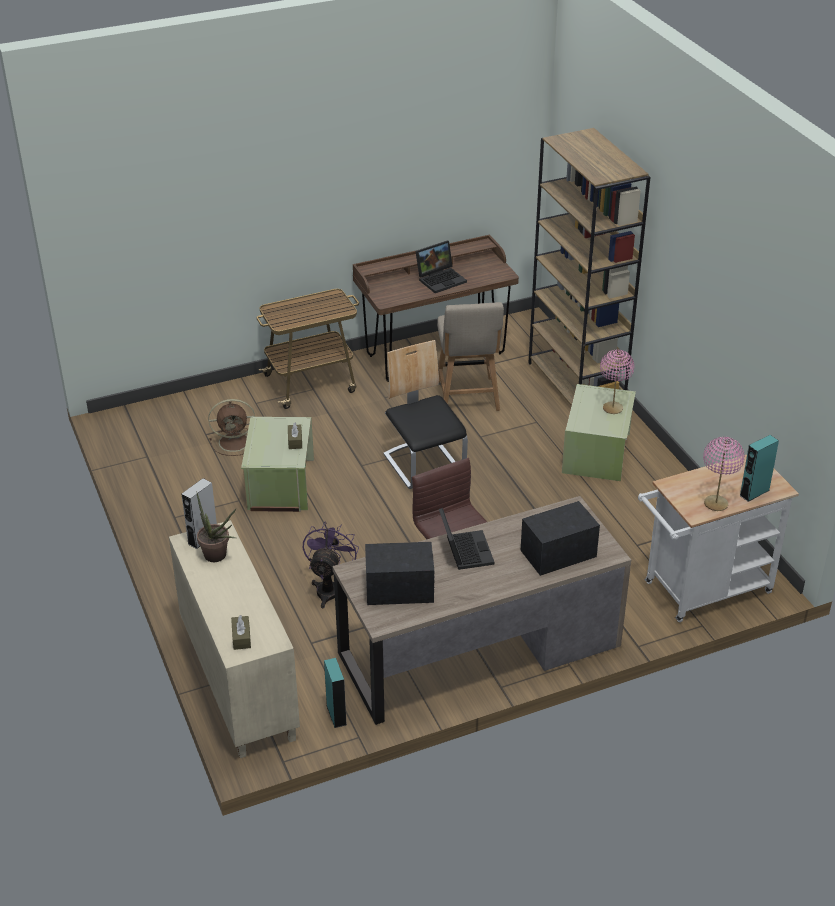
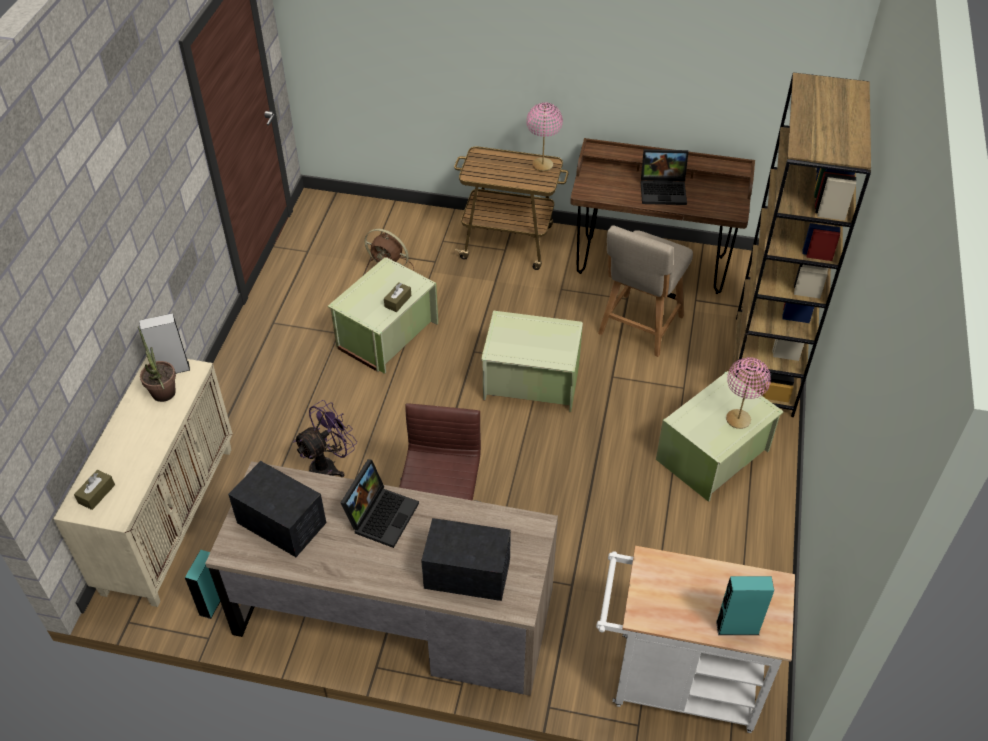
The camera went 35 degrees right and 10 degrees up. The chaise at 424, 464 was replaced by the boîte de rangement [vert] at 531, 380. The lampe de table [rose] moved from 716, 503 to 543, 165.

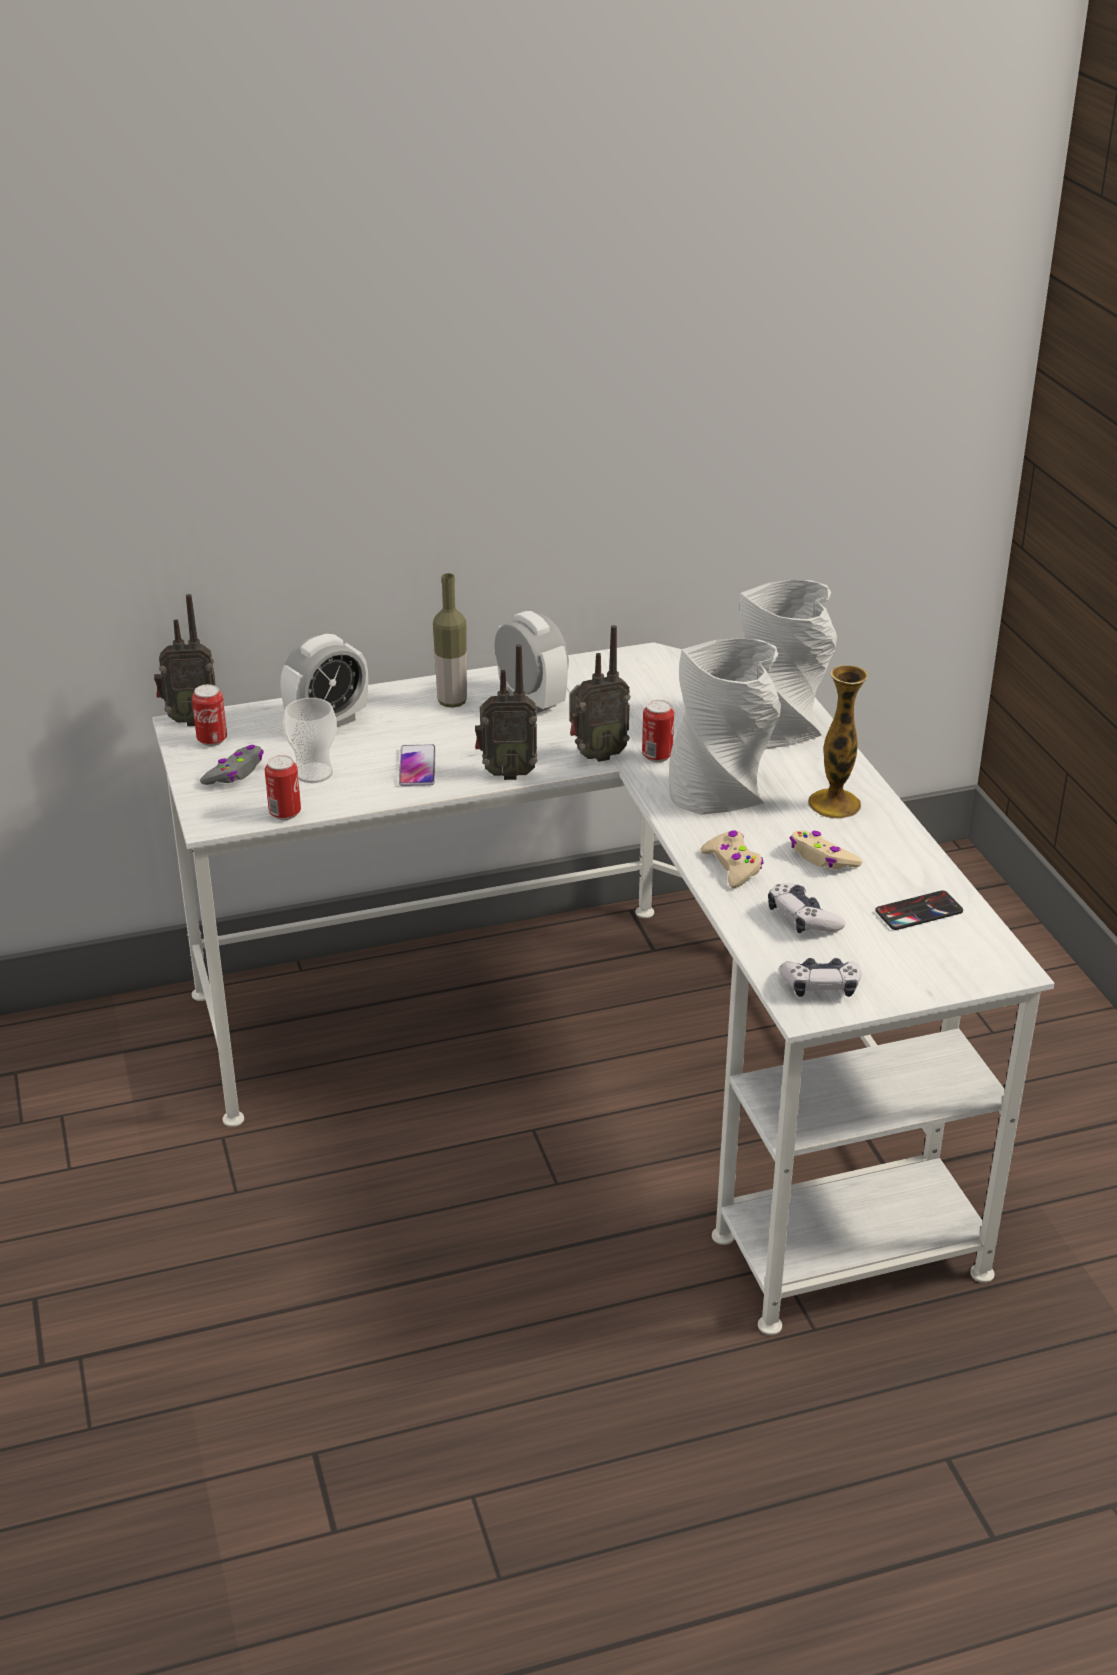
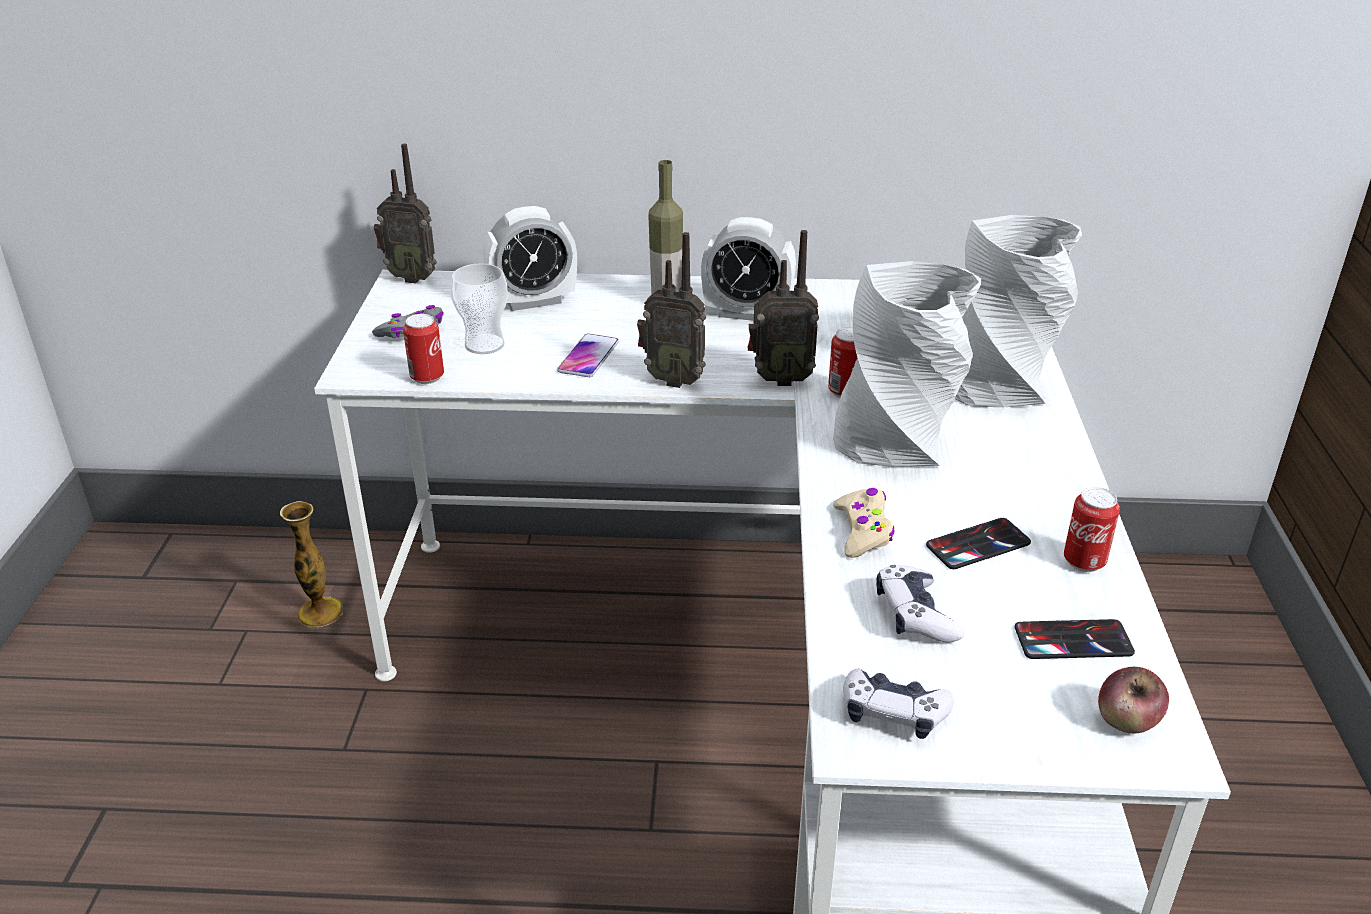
The camera went 20 degrees right and 0 degrees up. The réveil at 531, 699 turned 120 degrees clockwise. The vase moved from 834, 804 to 320, 612. The boîte métallique moved from 212, 740 to 1084, 562. The manette [beige] at 822, 858 was replaced by the téléphone at 978, 544. The pomme at 1127, 721 appeared.

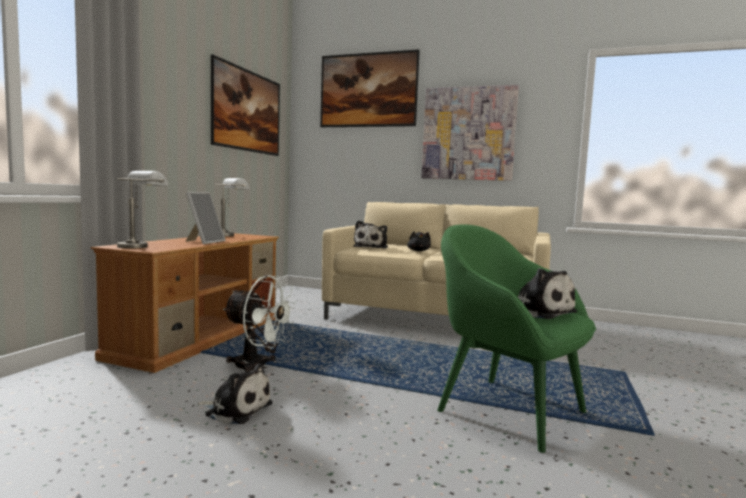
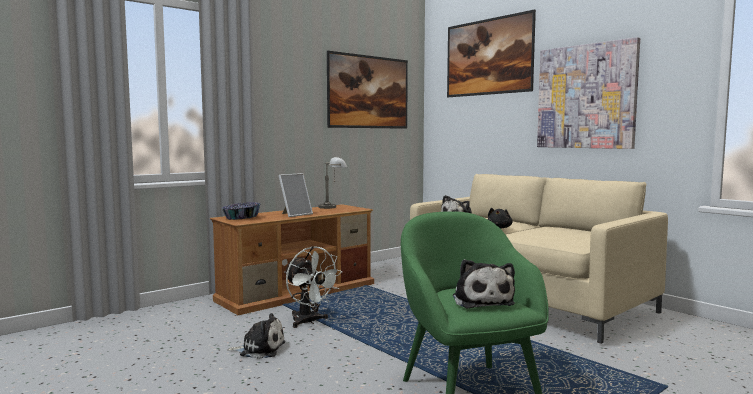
The camera went 30 degrees right and 0 degrees up. The lampe de table [gris] at 141, 246 was replaced by the bol at 241, 218. The peluche at 236, 409 turned 45 degrees counterclockwise.

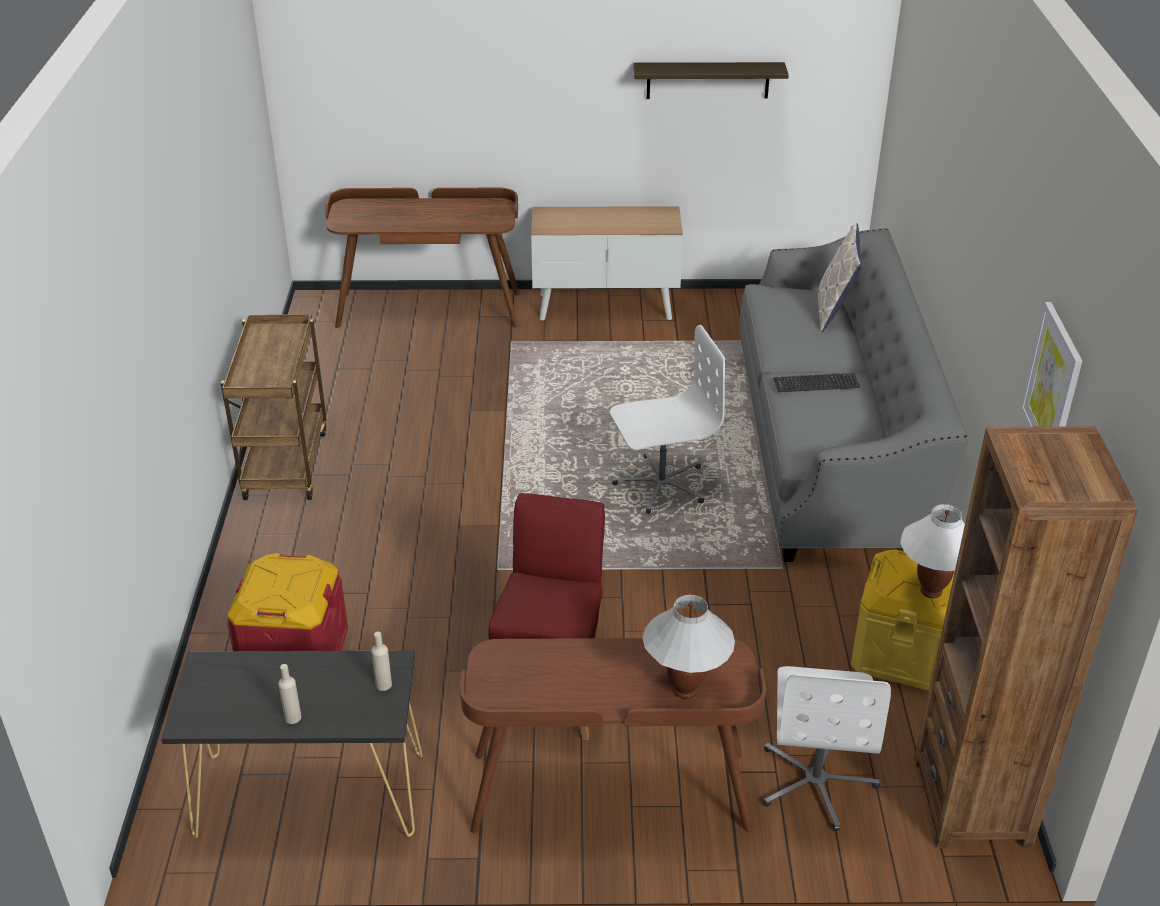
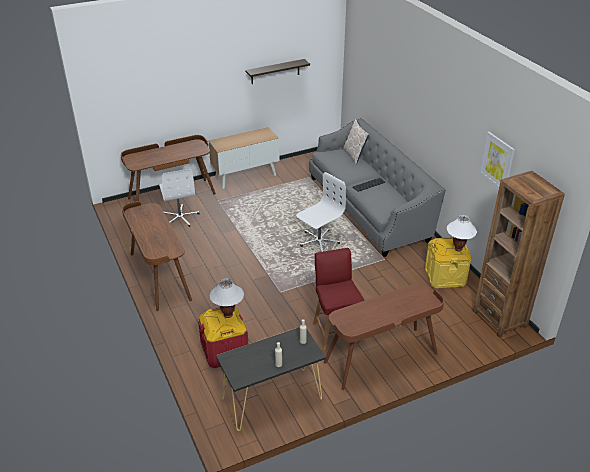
The camera went 25 degrees left and 0 degrees up. The chariot [marron] at 285, 463 was replaced by the bureau [marron] at 159, 276. The lampe de table [blanc] moved from 685, 690 to 228, 315. The chaise de bureau [blanc] moved from 816, 781 to 180, 217.

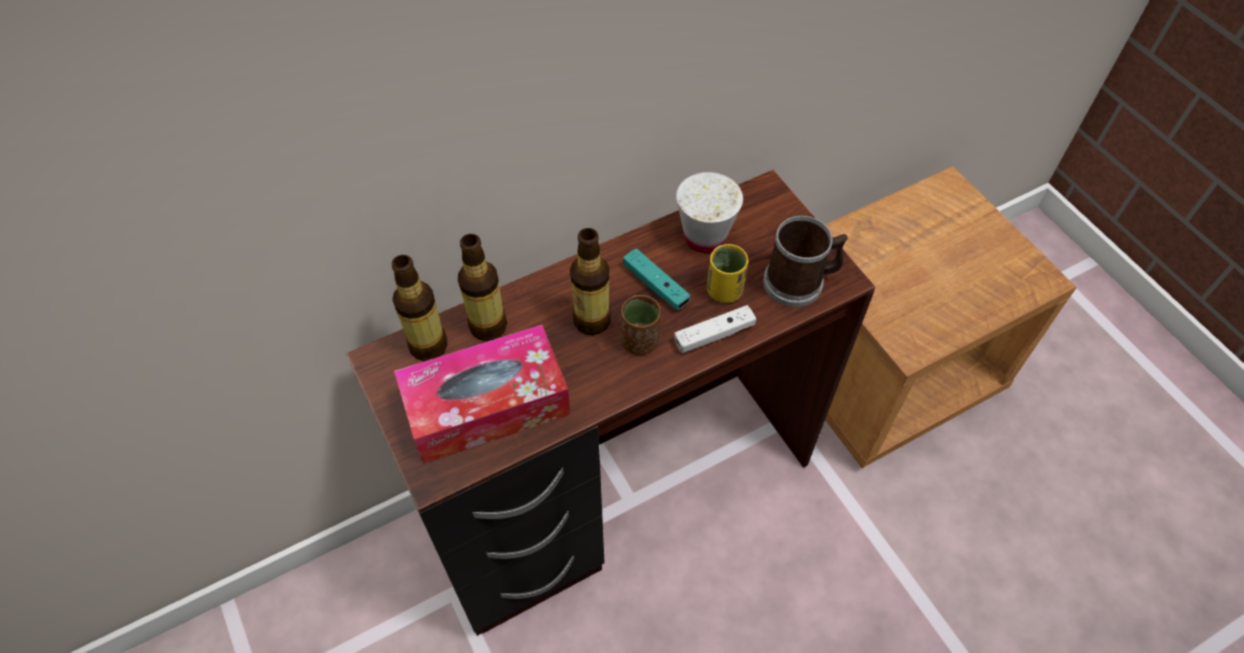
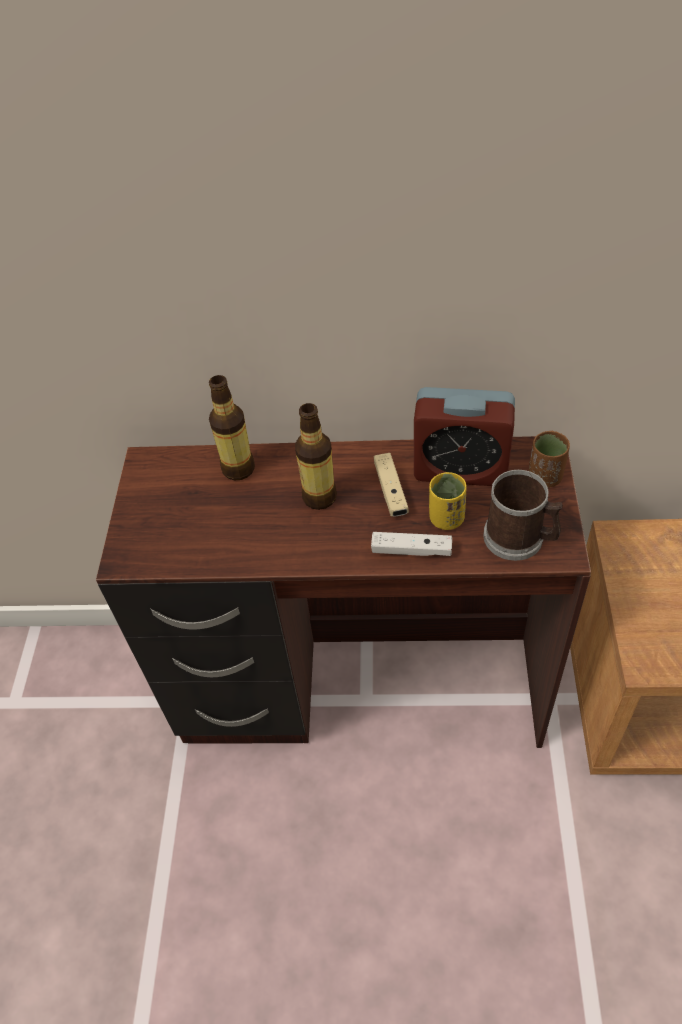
The camera went 35 degrees right and 5 degrees down. The tasse [blanc] at 704, 237 was replaced by the réveil at 460, 469. The manette [turquoise] at 655, 285 became the manette [beige] at 390, 491. The bouteille at 428, 346 disappeared. The tasse [marron] moved from 639, 341 to 545, 477. The boîte à mouchoirs at 486, 405 disappeared.

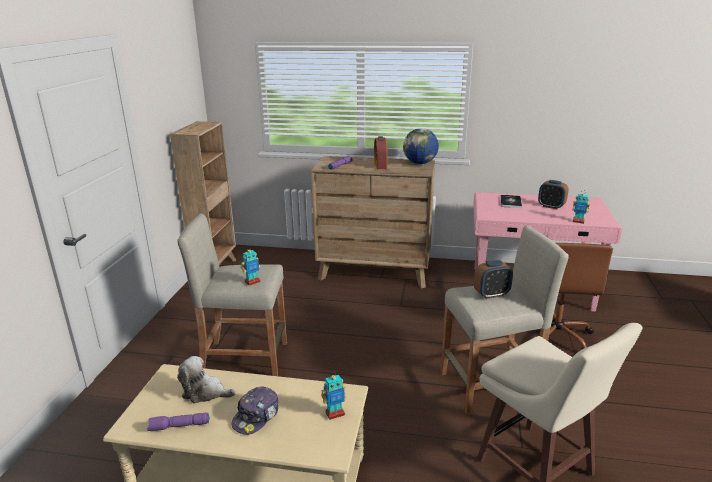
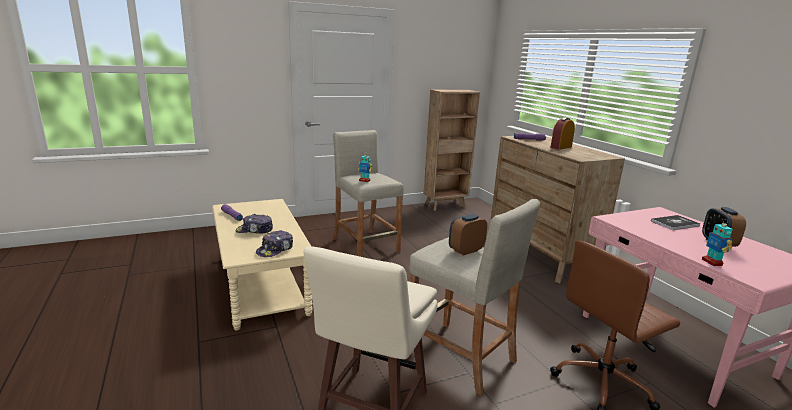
The camera went 55 degrees right and 5 degrees down. The globe at 420, 163 disappeared. The réveil at 491, 294 turned 105 degrees clockwise. The peluche at 205, 392 disappeared. The robot jouet at 334, 413 was replaced by the casquette at 275, 250.

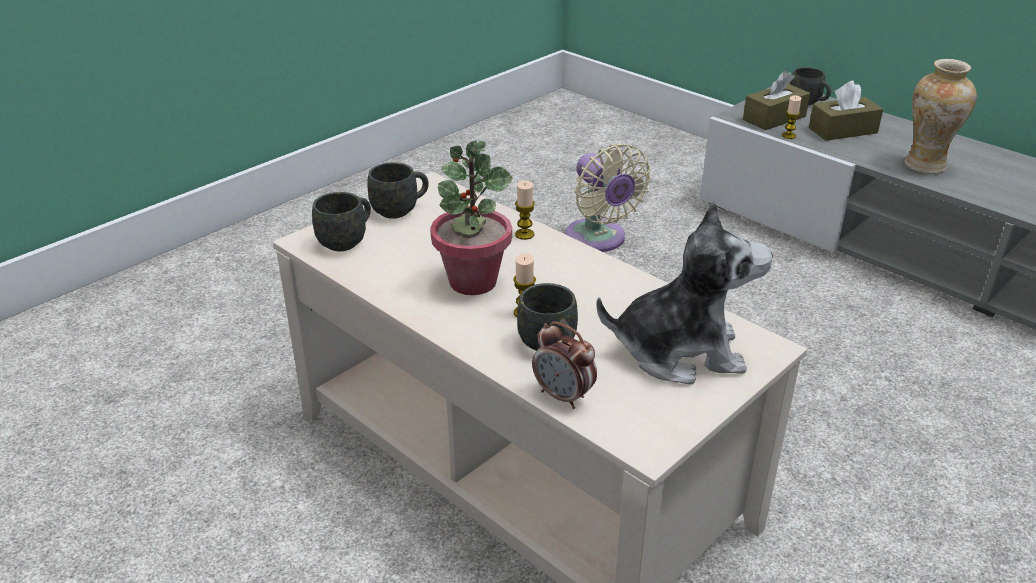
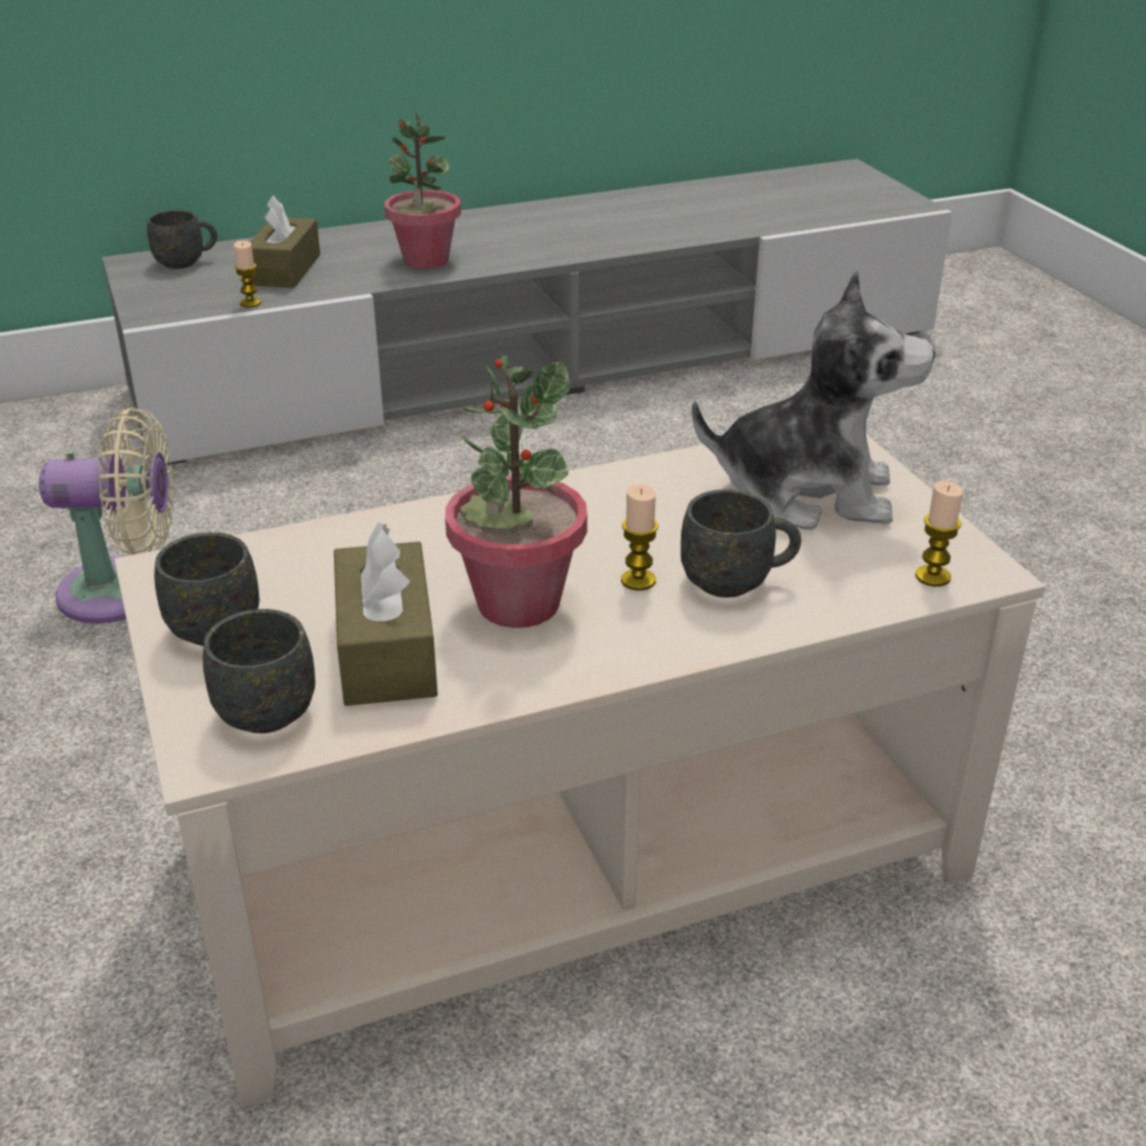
The camera went 65 degrees left and 0 degrees up. The vase at 925, 166 was replaced by the plante en pot at 425, 260. The boîte à mouchoirs [marron] moved from 774, 118 to 386, 650. The bougie moved from 524, 234 to 932, 576. The peluche at 679, 352 turned 75 degrees clockwise. The réveil at 563, 396 disappeared.

